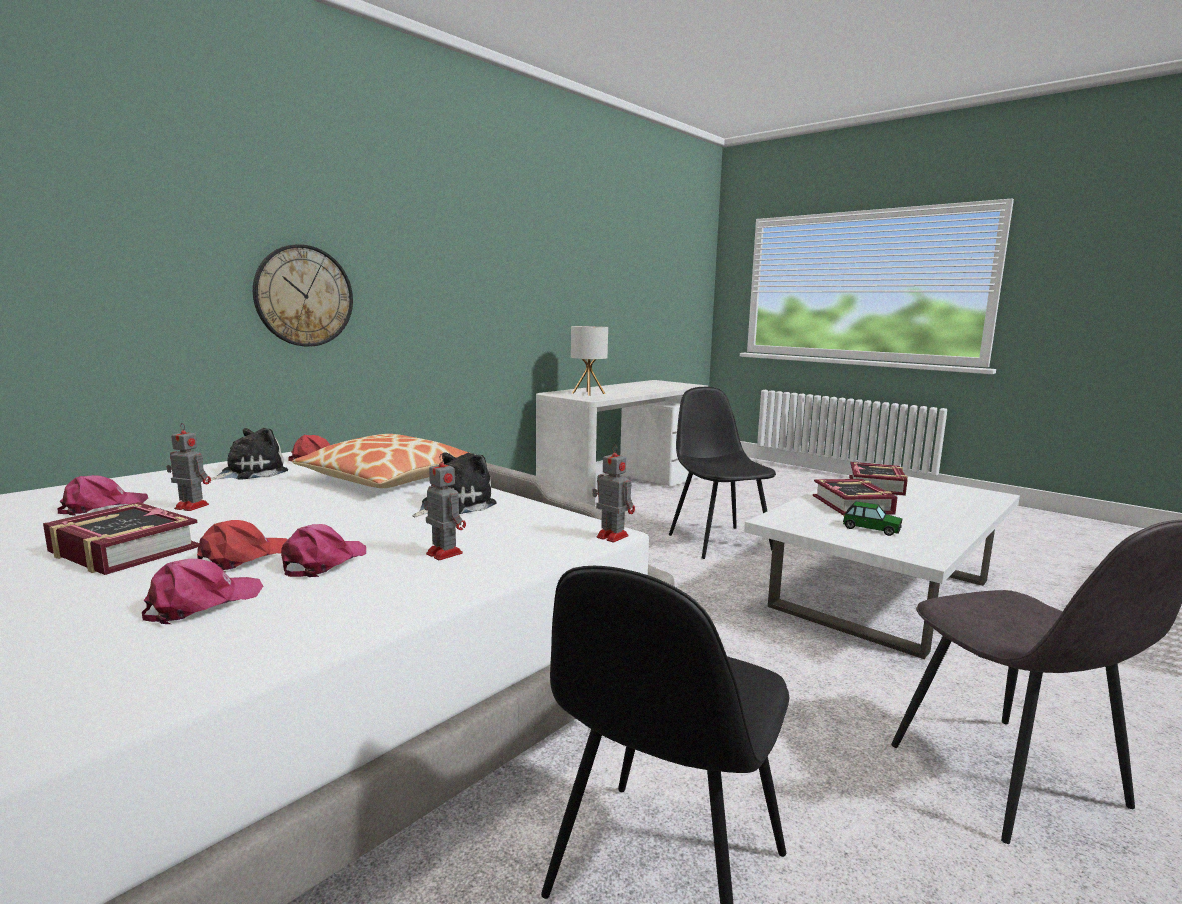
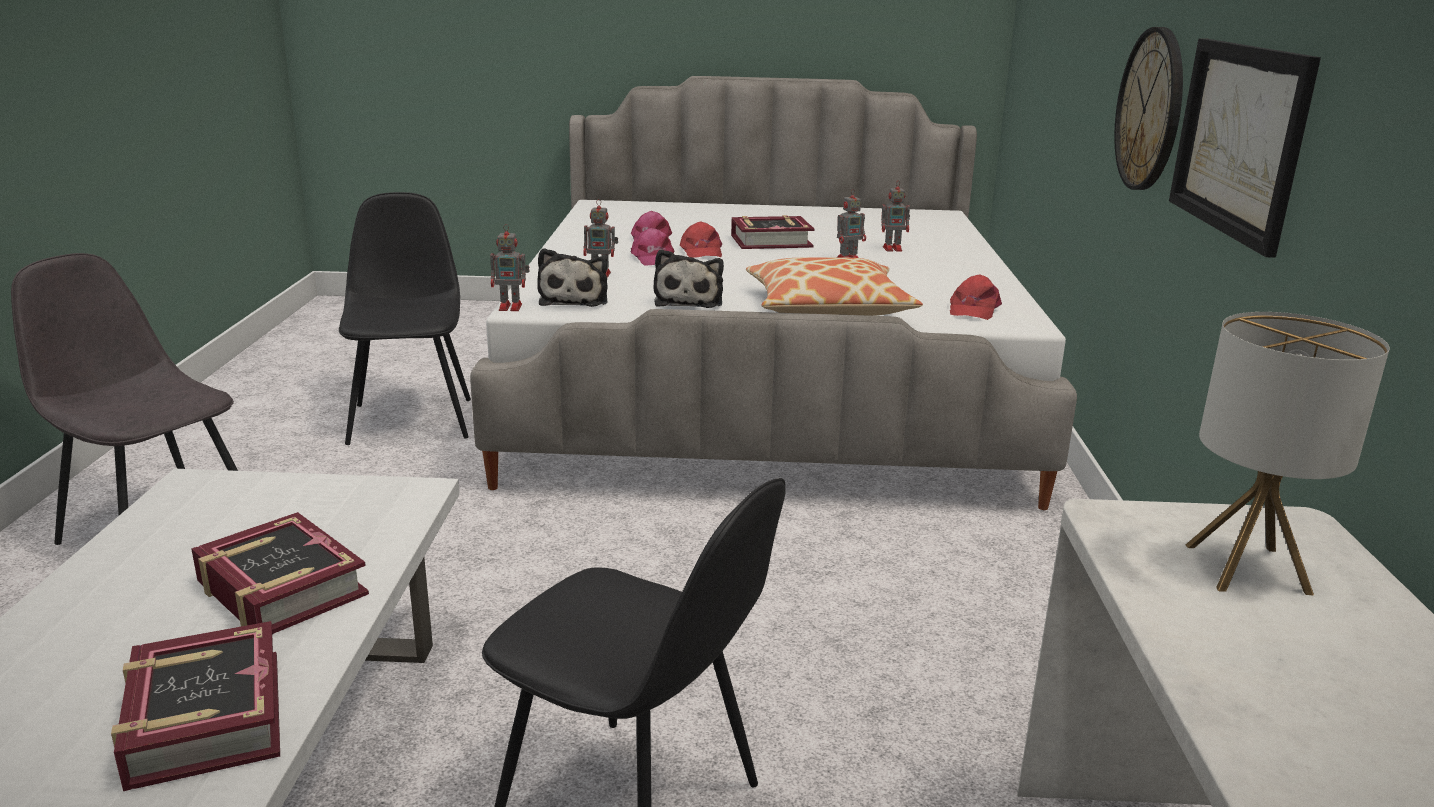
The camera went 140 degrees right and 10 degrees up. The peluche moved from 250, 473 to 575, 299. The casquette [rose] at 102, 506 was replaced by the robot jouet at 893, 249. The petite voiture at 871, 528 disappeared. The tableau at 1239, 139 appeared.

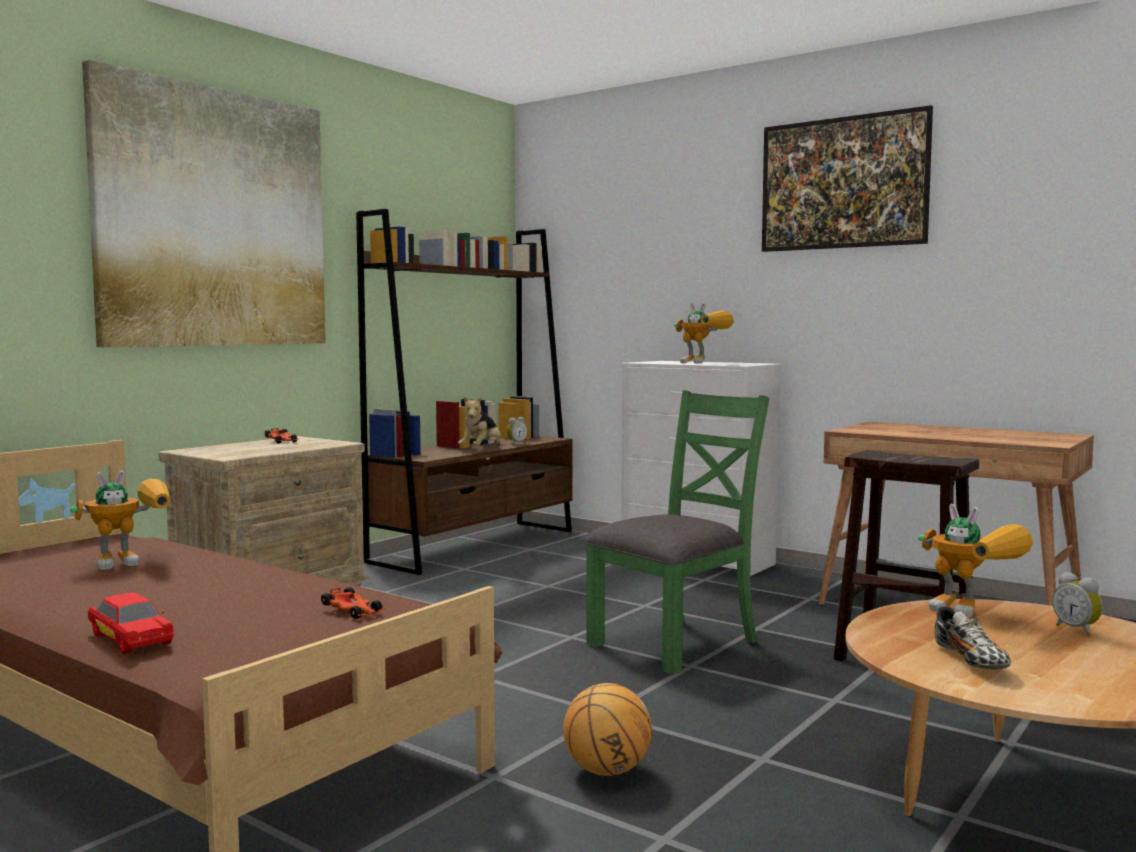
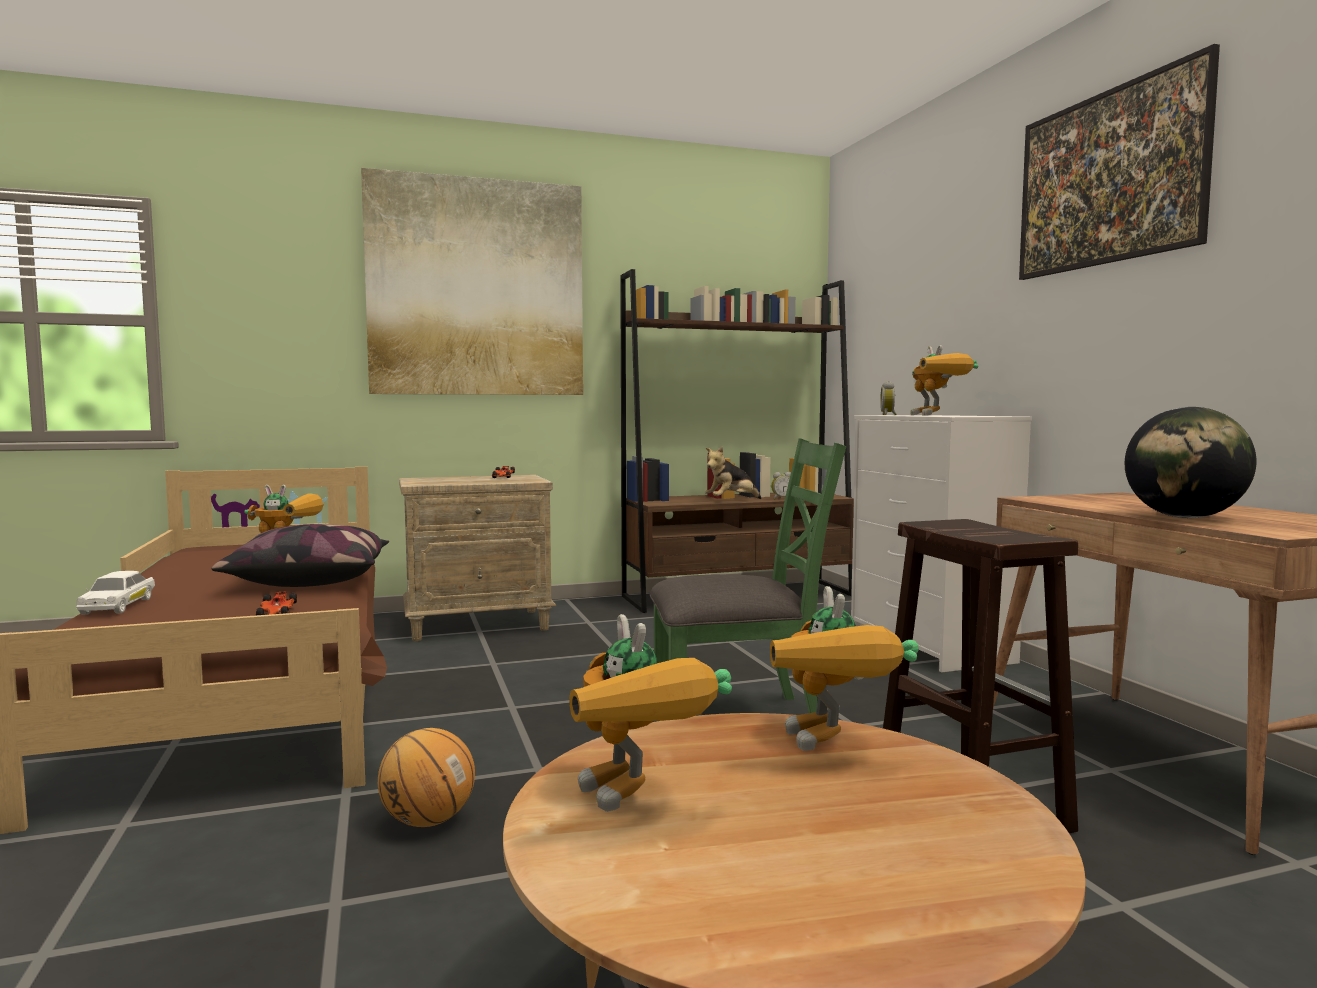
The camera went 35 degrees right and 0 degrees up. The réveil moved from 1077, 630 to 888, 415. The petite voiture [rouge] at 131, 639 became the petite voiture [blanc] at 118, 606. The chaussure at 971, 661 was replaced by the robot jouet at 639, 802. The globe at 1184, 517 appeared. The coussin at 310, 580 appeared.

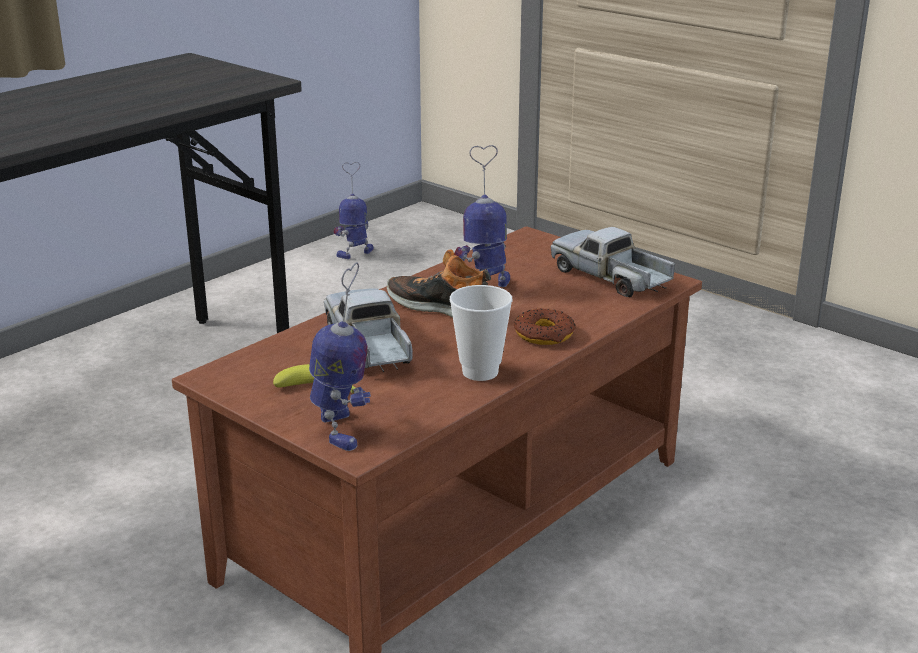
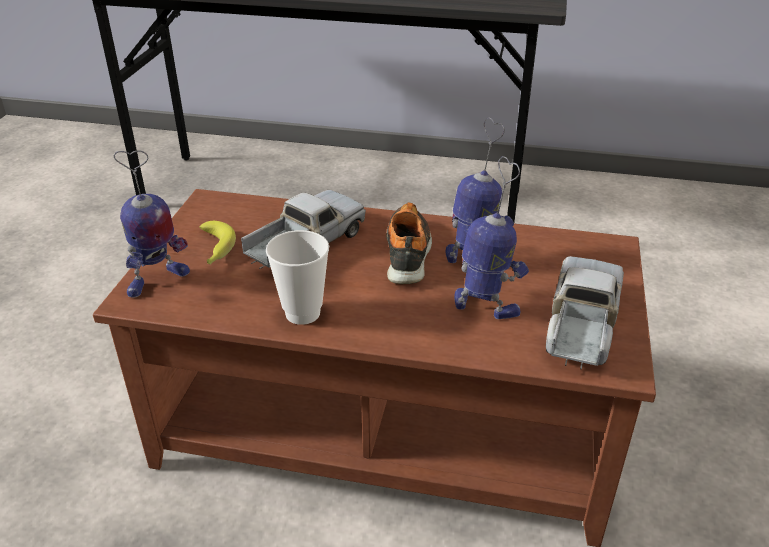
The camera went 60 degrees right and 10 degrees up. The robot jouet moved from 356, 253 to 485, 307. The beignet at 544, 334 disappeared.

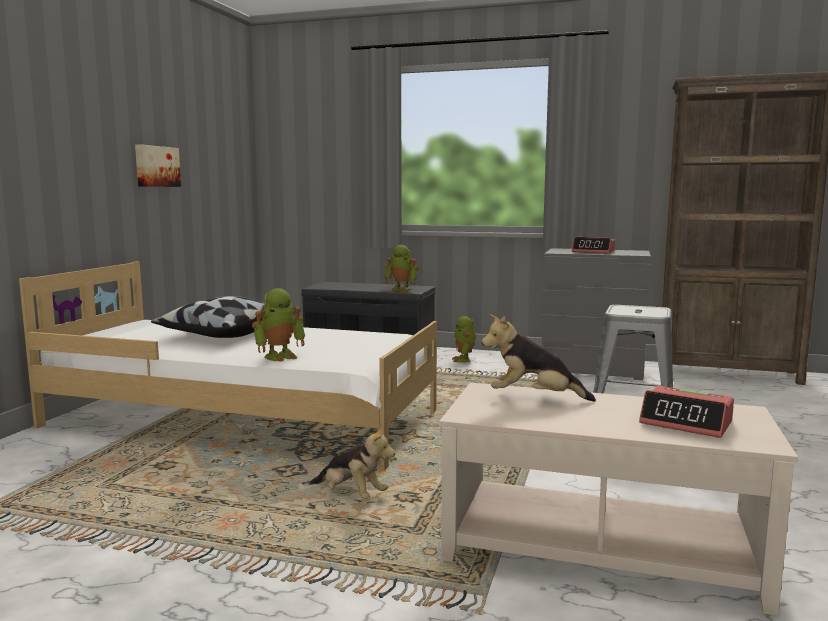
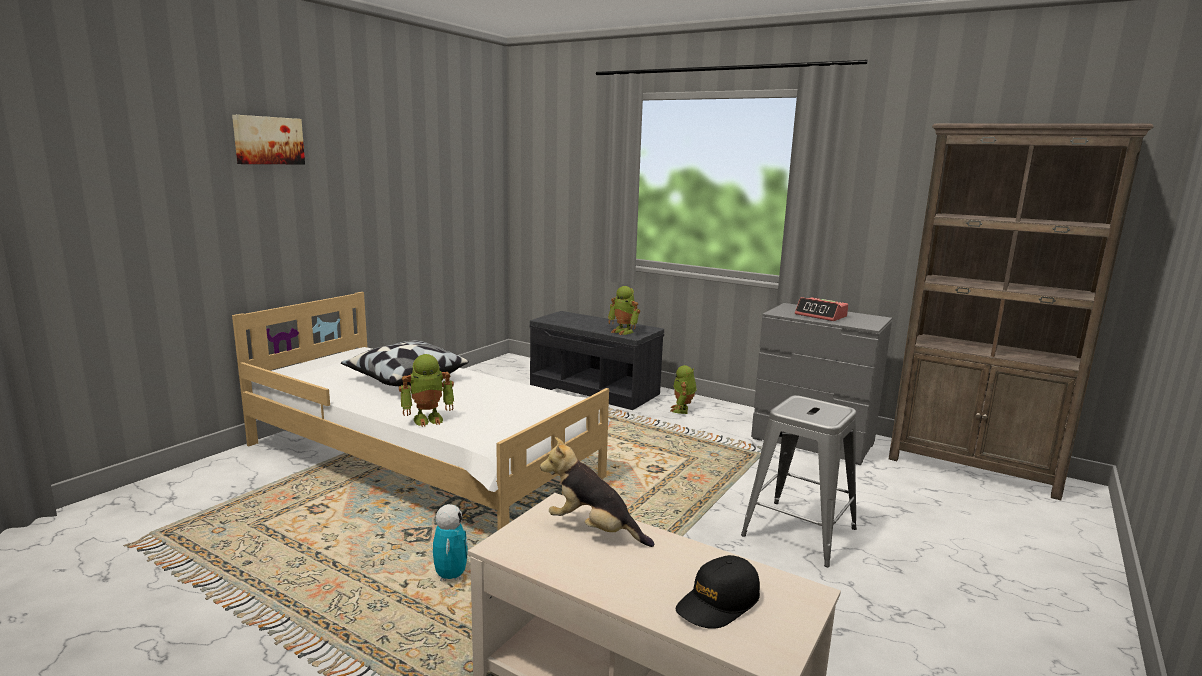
The camera went 15 degrees right and 5 degrees up. The tableau moved from 156, 166 to 268, 140. The réveil at 686, 423 was replaced by the casquette [noir] at 718, 603. The peluche at 351, 495 was replaced by the robot jouet at 451, 576.

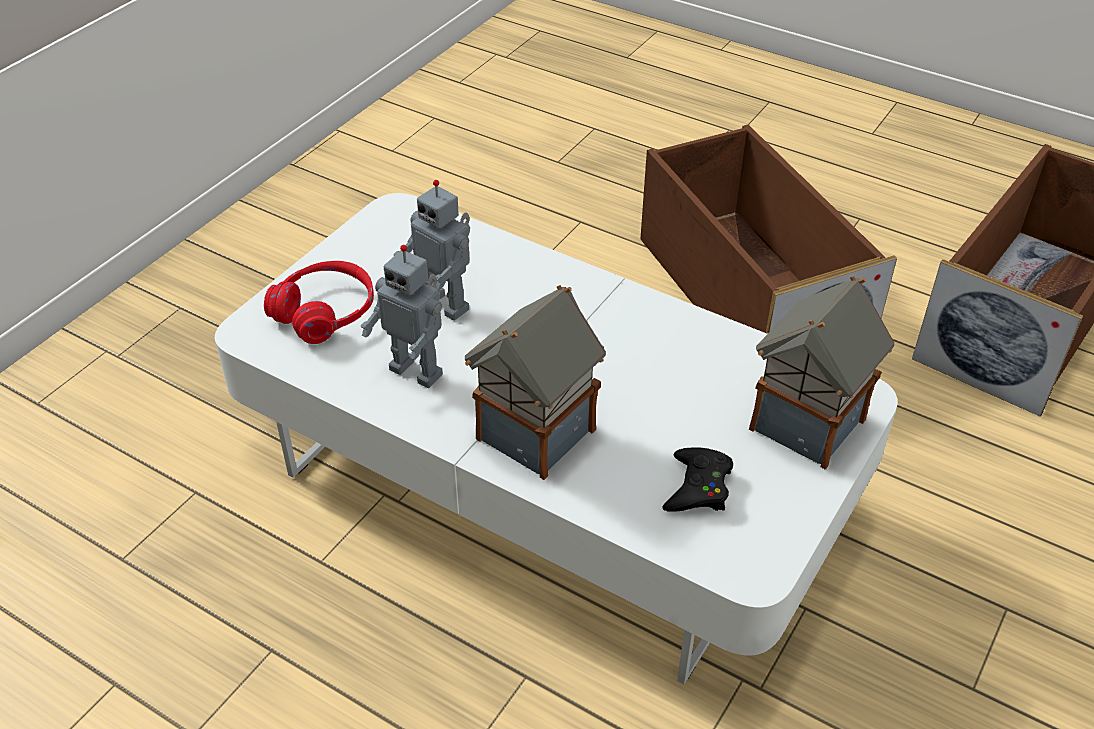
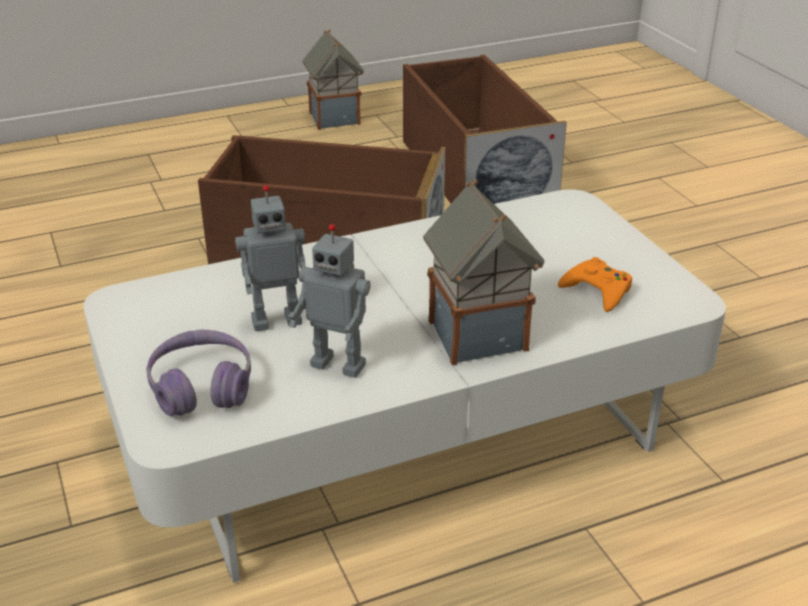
The camera went 55 degrees left and 10 degrees down. The robot jouet at 418, 370 turned 45 degrees clockwise. The casque audio [rouge] at 325, 313 became the casque audio [violet] at 201, 387. The maison miniature moved from 806, 427 to 335, 119. The manette [noir] at 698, 487 became the manette [orange] at 597, 291.

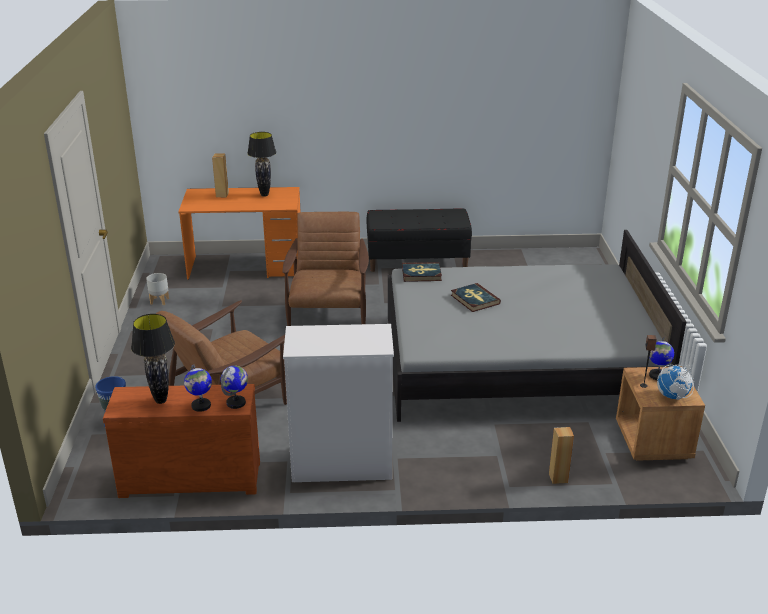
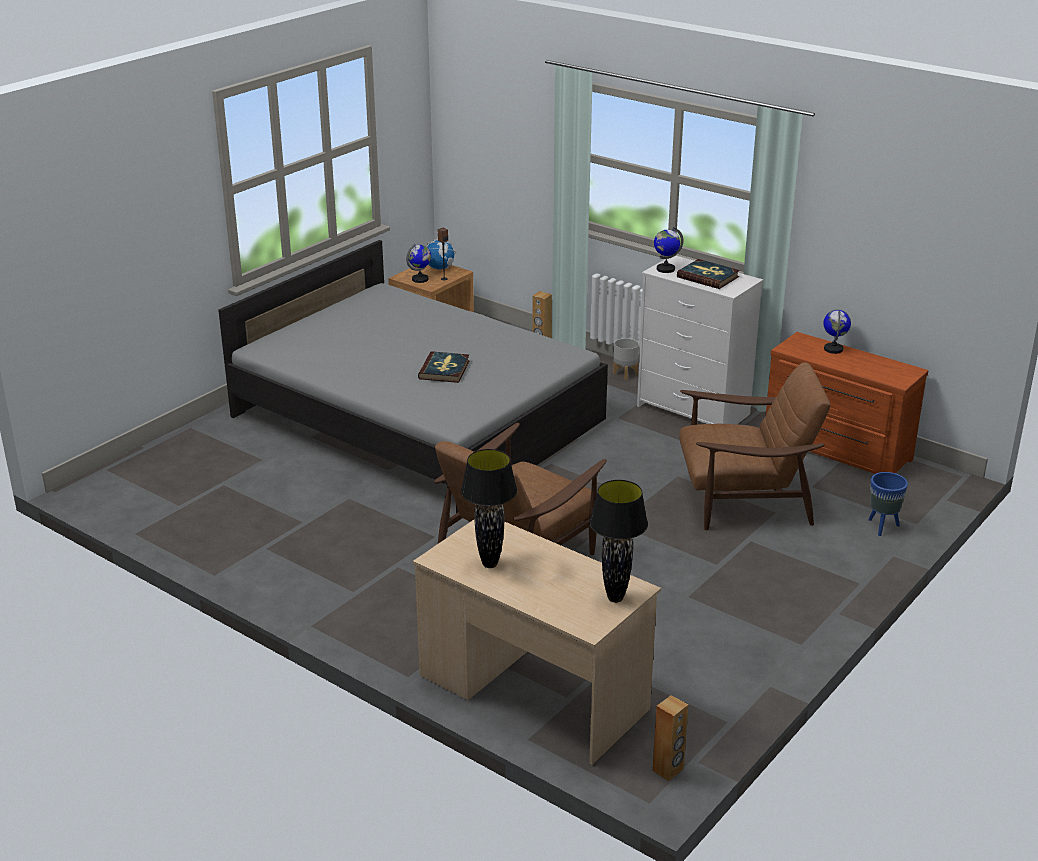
The camera went 140 degrees left and 0 degrees up. The enceinte [marron] moved from 222, 195 to 668, 770. The bureau [orange] at 246, 267 became the bureau [beige] at 533, 692. The banc [noir] at 417, 261 disappeared. The livre moved from 421, 274 to 708, 277. The cache-pot [gris] moved from 160, 301 to 625, 374. The lampe de table [noir] moved from 161, 401 to 615, 598. The globe moved from 236, 403 to 665, 269.

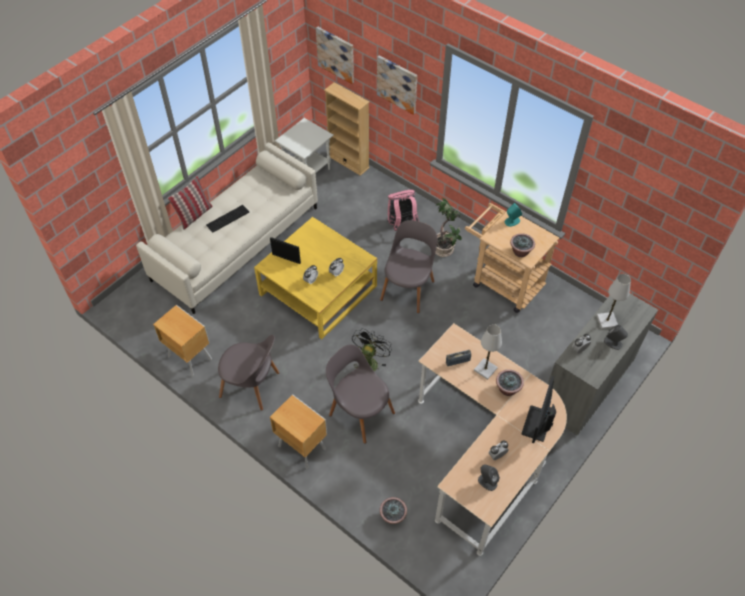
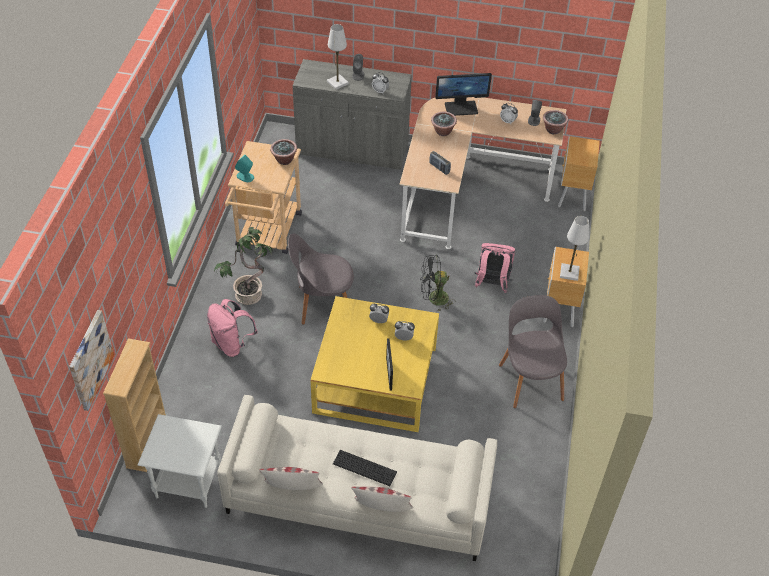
The camera went 120 degrees left and 5 degrees down. The tableau at 397, 84 disappeared. The table de chevet [marron] moved from 189, 357 to 572, 197. The lampe de table [blanc] moved from 485, 369 to 569, 273. The chaise [gris] at 360, 411 was replaced by the sac à dos [rose] at 492, 284. The plante en pot moved from 393, 516 to 553, 130. The coussin at 293, 489 appeared.

